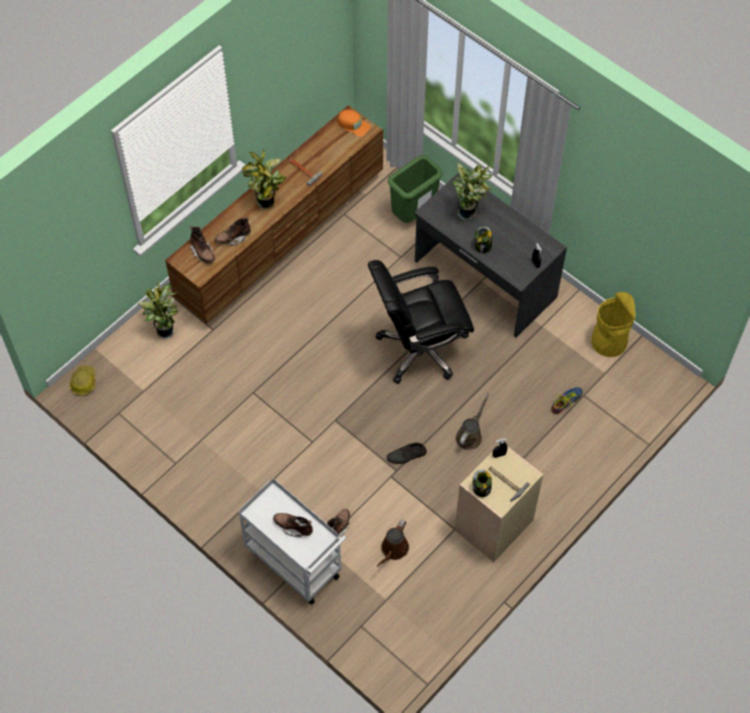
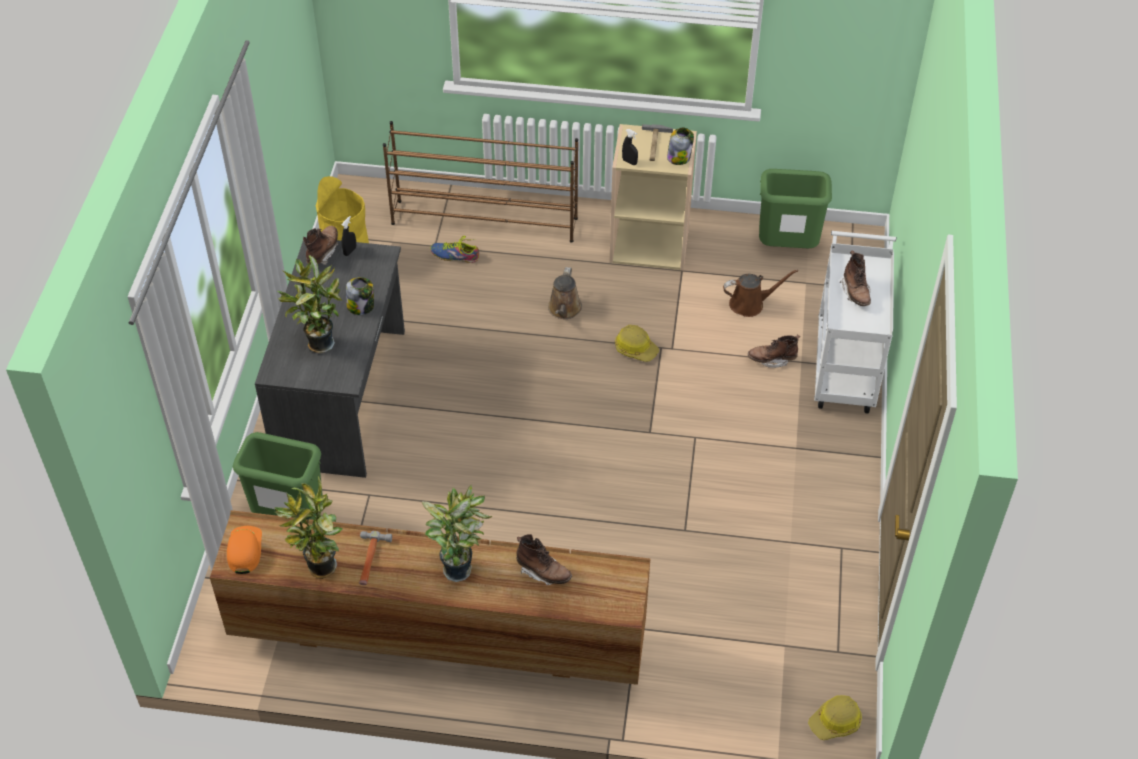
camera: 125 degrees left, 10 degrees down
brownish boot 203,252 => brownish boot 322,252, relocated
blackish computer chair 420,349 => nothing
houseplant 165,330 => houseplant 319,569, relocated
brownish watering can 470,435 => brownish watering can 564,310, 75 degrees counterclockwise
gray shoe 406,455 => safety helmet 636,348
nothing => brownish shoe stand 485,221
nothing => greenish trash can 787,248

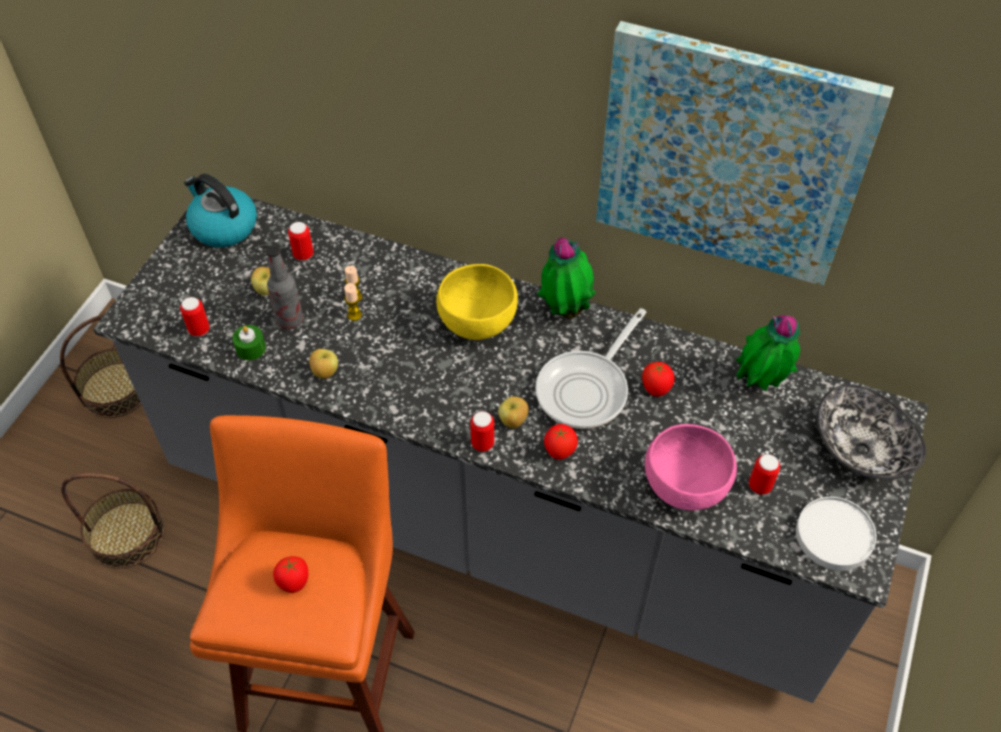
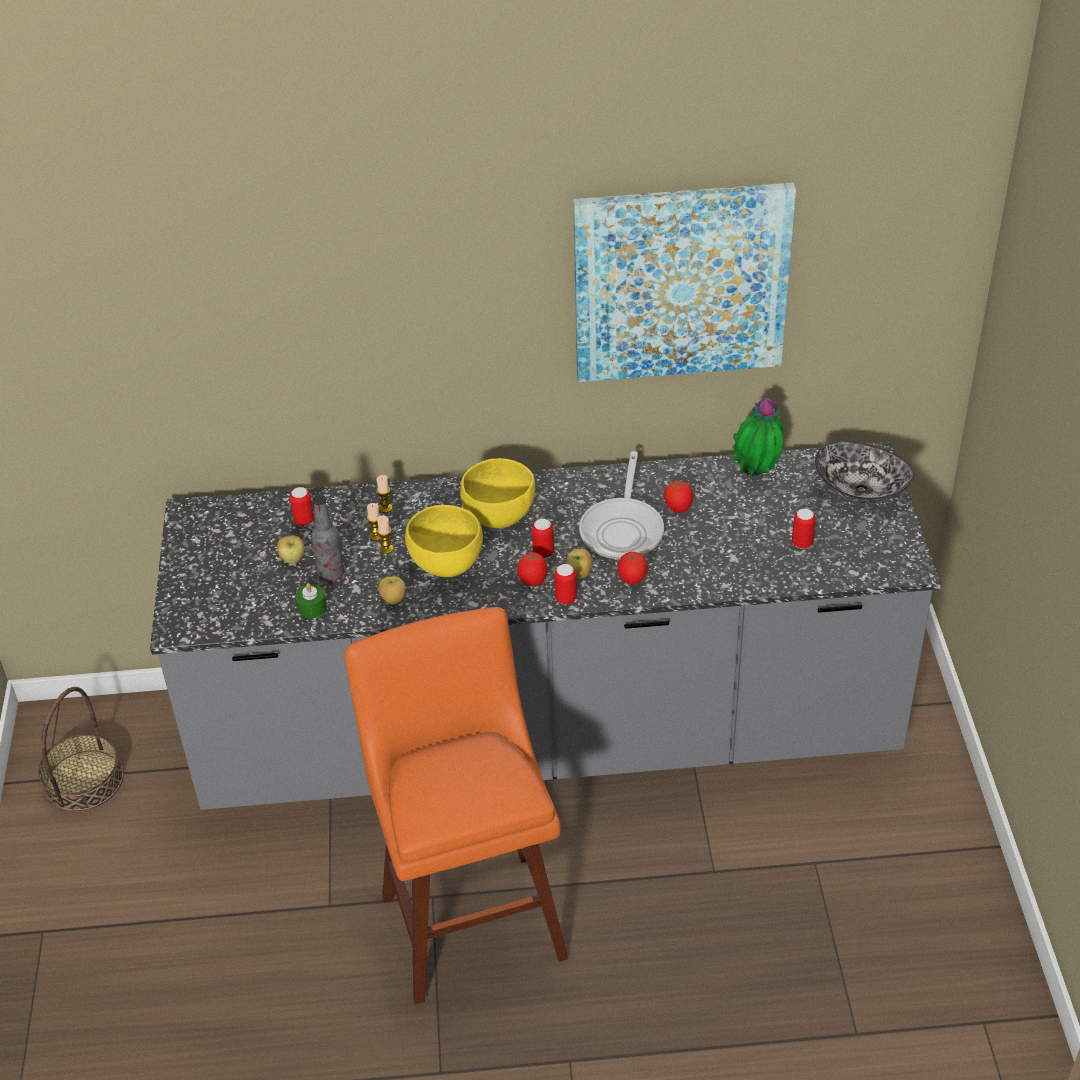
camera: 25 degrees left, 10 degrees down
water kettle 223,227 => nothing
houseplant 565,310 => nothing
metal can 199,330 => metal can 543,553, relocated
pink bowl 685,488 => nothing
household basket 126,534 => nothing
whitish flat dish 833,535 => nothing
fresh tomato 294,583 => fresh tomato 533,582, relocated
nothing => candle 385,508
nothing => yellowish bowl 447,565

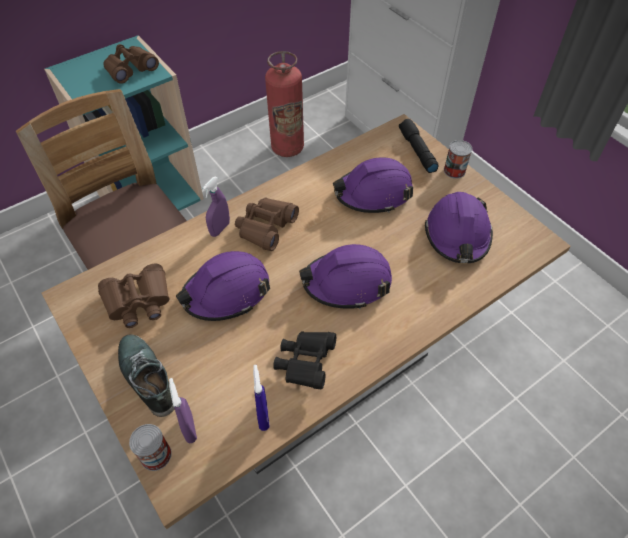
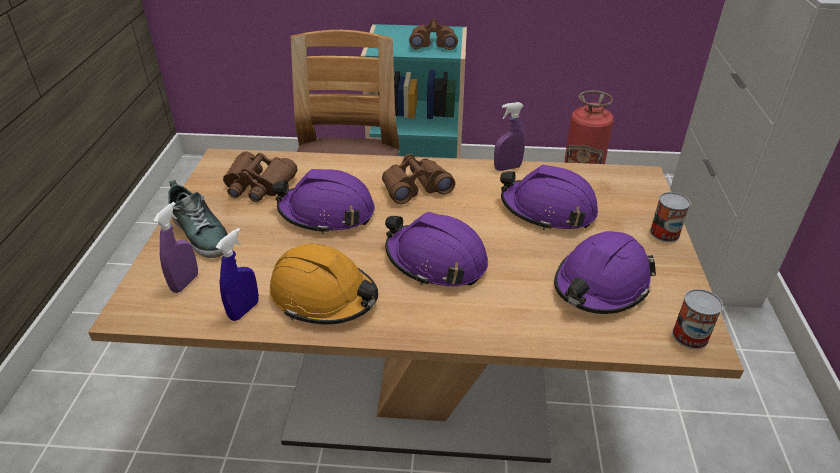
camera: 40 degrees right, 15 degrees down
blackish torch 416,151 => nothing
purplish sprayer 220,229 => purplish sprayer 507,168, relocated
blackish binoculars 305,363 => orange safety helmet 324,296
shoe 146,377 => shoe 201,233, 135 degrees clockwise
metal can 155,455 => metal can 690,336, relocated

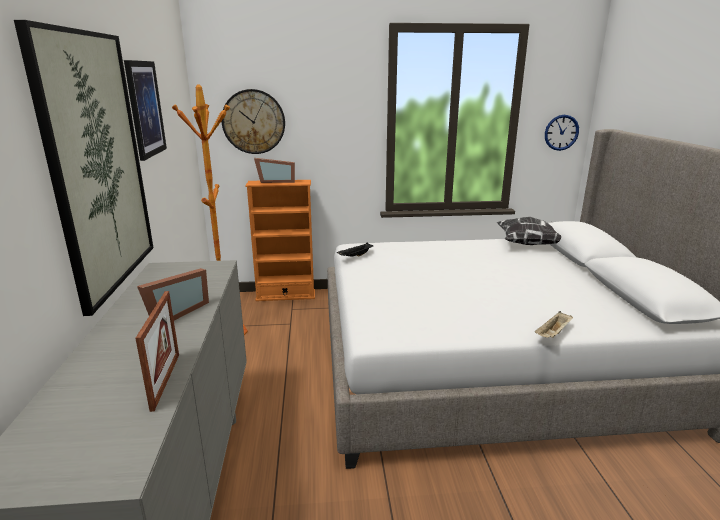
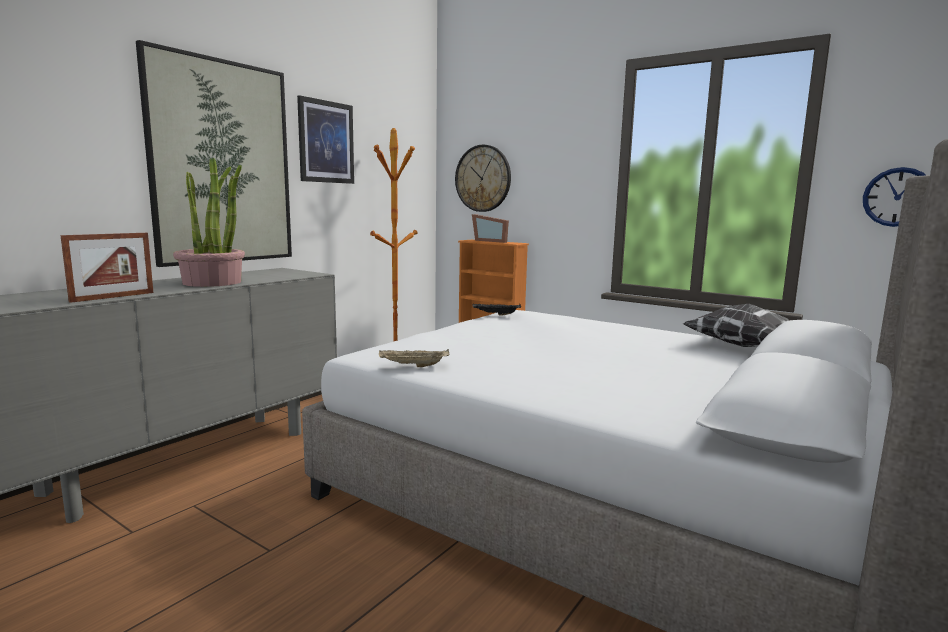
camera: 40 degrees right, 10 degrees down
photo frame 174,313 => houseplant 212,282
beige-coloured serving tray 553,334 => beige-coloured serving tray 413,366, relocated

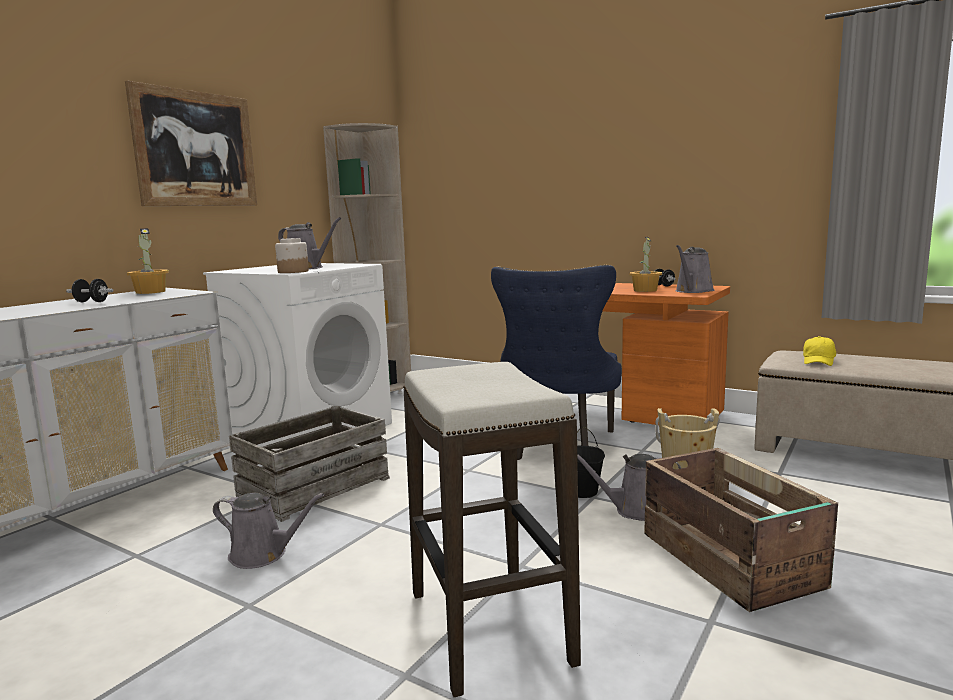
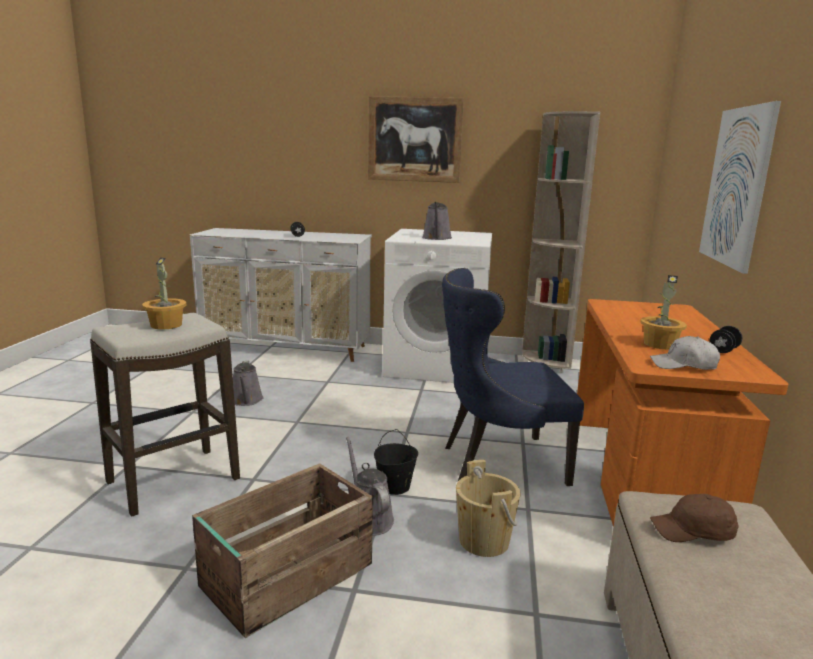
camera: 65 degrees right, 5 degrees up
houseplant 150,292 => houseplant 166,325, relocated
preserve jar 293,272 => nothing
gray watering can 693,291 => whitish cap 683,365
yellowish cap 818,361 => brownish cap 693,532
crate 314,487 => nothing
nothing => wall art 736,187

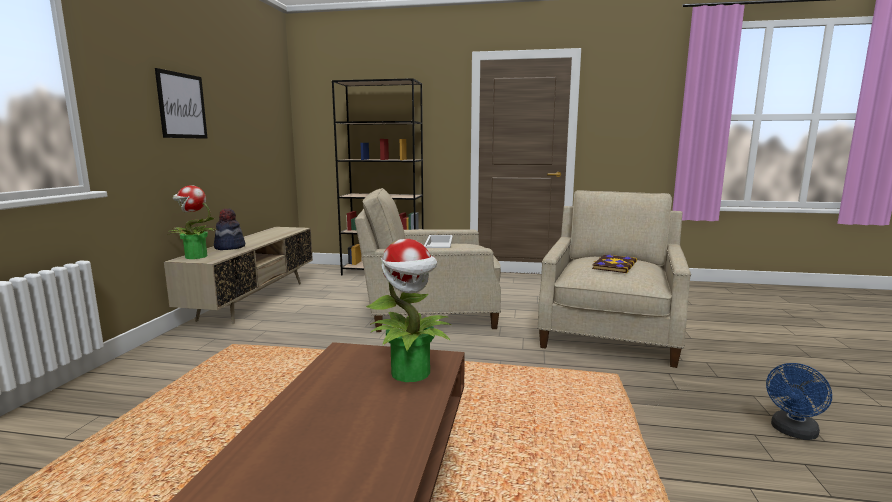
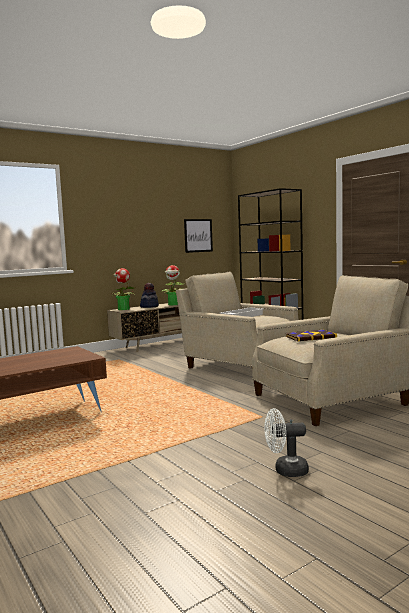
camera: 45 degrees right, 5 degrees down
wall art 182,106 => wall art 198,235, relocated
houseplant 412,373 => houseplant 173,304, relocated
blue cooling fan 793,432 => whitish cooling fan 285,470

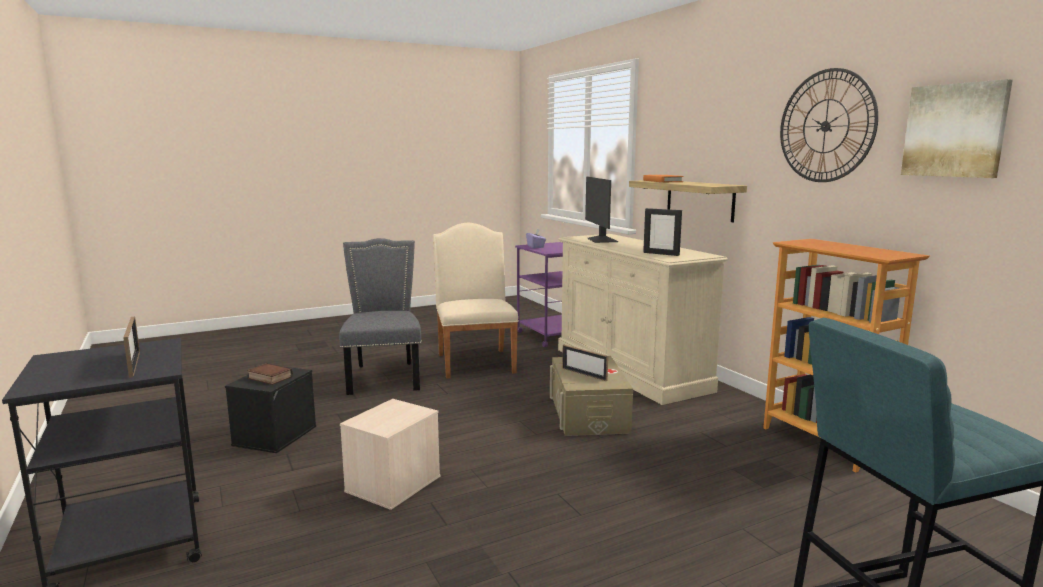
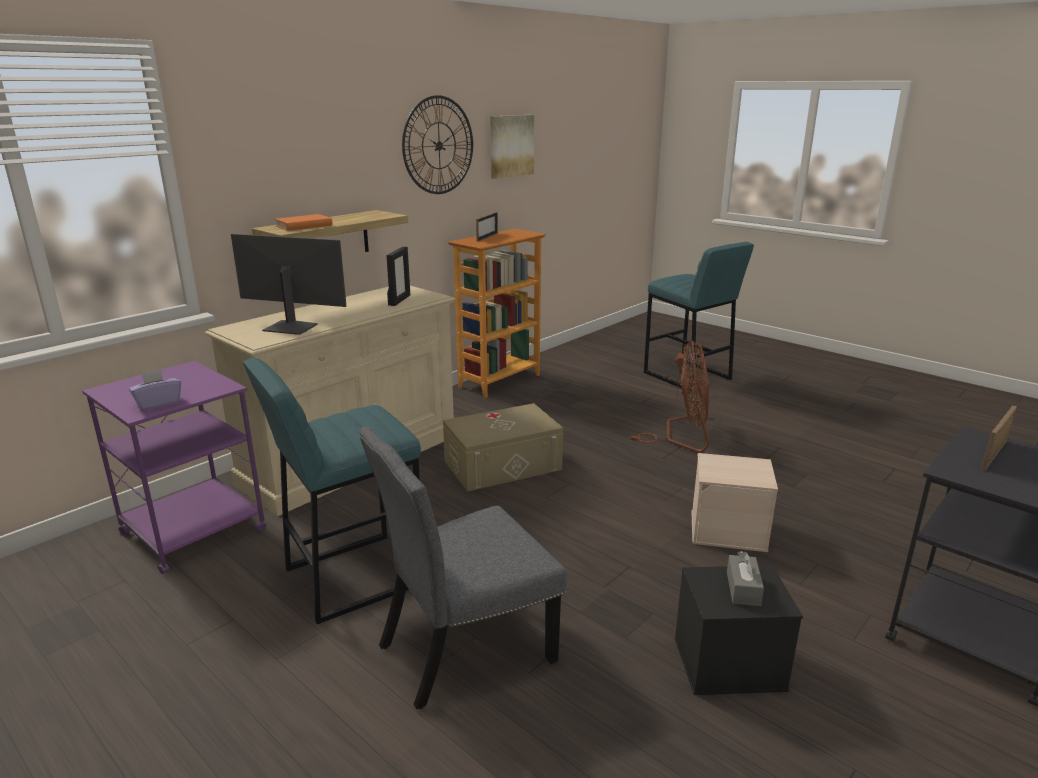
camera: 110 degrees left, 10 degrees up
computer screen 601,240 => computer screen 291,327, 135 degrees counterclockwise
beige-coloured upright chair 475,361 => blue-green stool seat 350,577
photo frame 584,374 => photo frame 487,237, relocated
volume 268,378 => gray tissue holder 743,589
nothing => brownish cooling fan 680,434

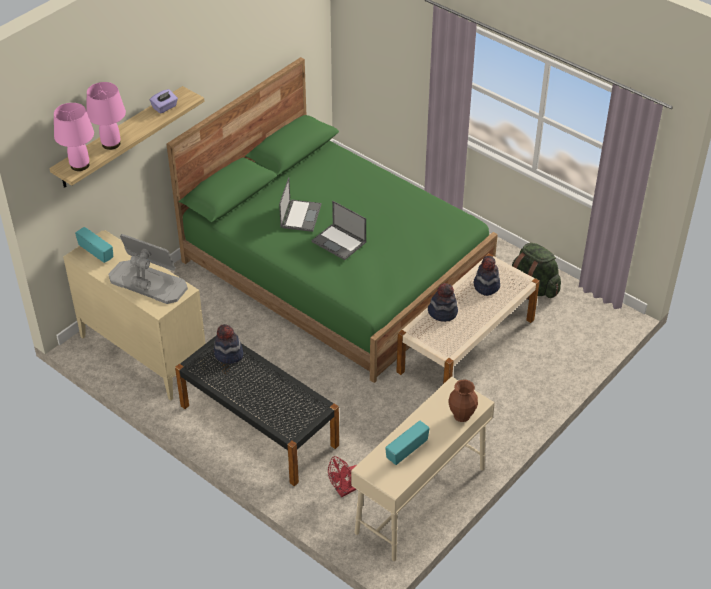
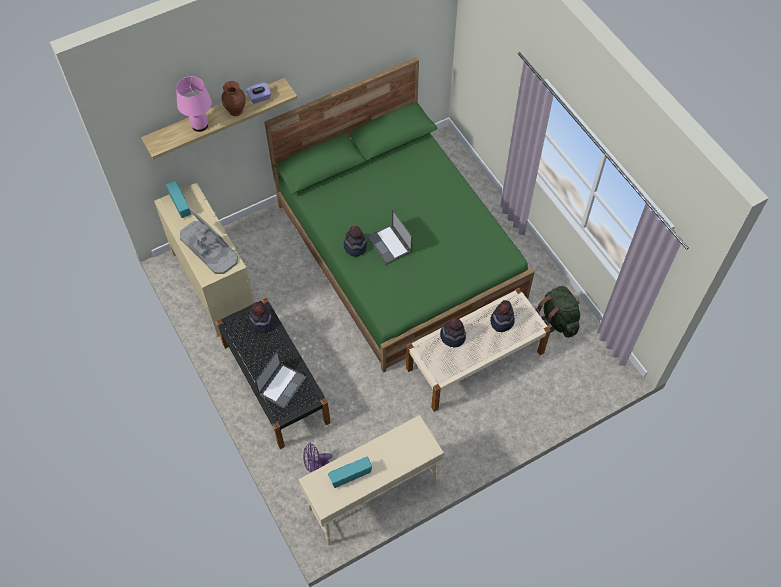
camera: 20 degrees right, 15 degrees up
pink lamp for a table 80,165 => nothing
laptop 300,215 => laptop 282,385, relocated
brownish flower vase 461,415 => brownish flower vase 235,110, relocated
reddish cooling fan 344,491 => purplish cooling fan 316,466
nothing => wearable hat 355,246

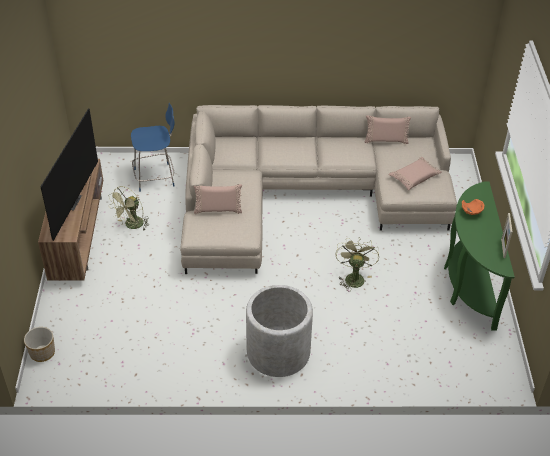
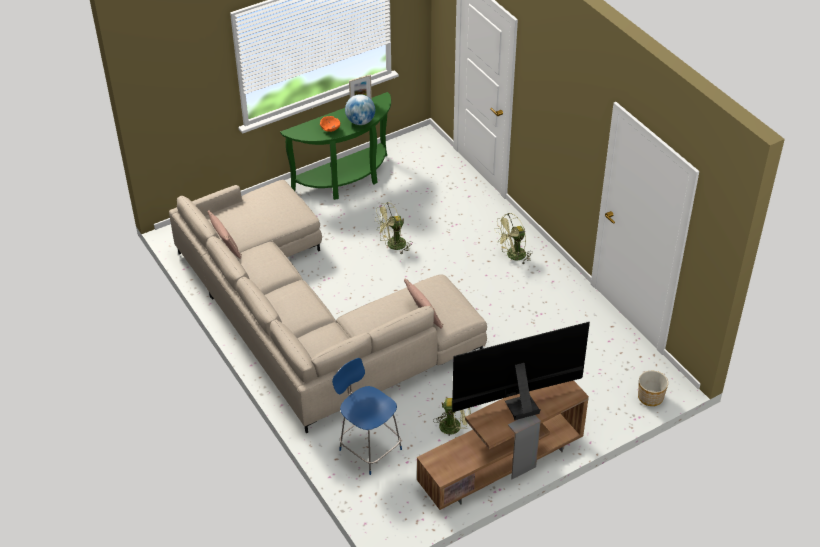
camera: 120 degrees left, 0 degrees up
beige-coloured pillow 414,176 => nothing
gray planter 278,352 => greenish cooling fan 513,256
nothing => world globe 360,122

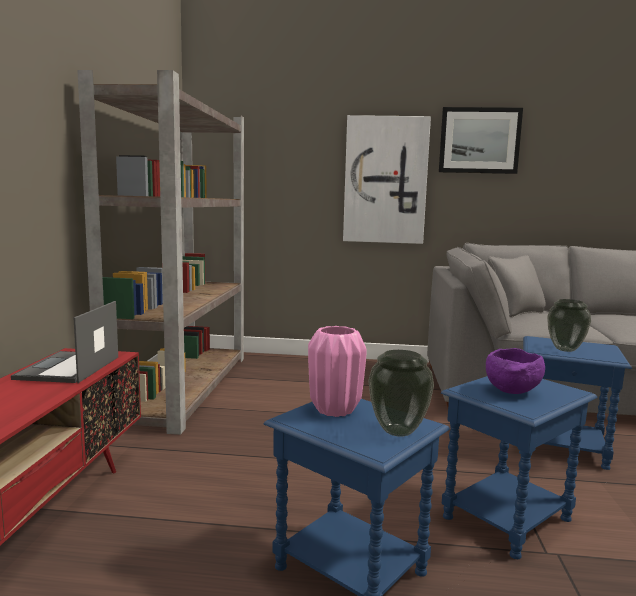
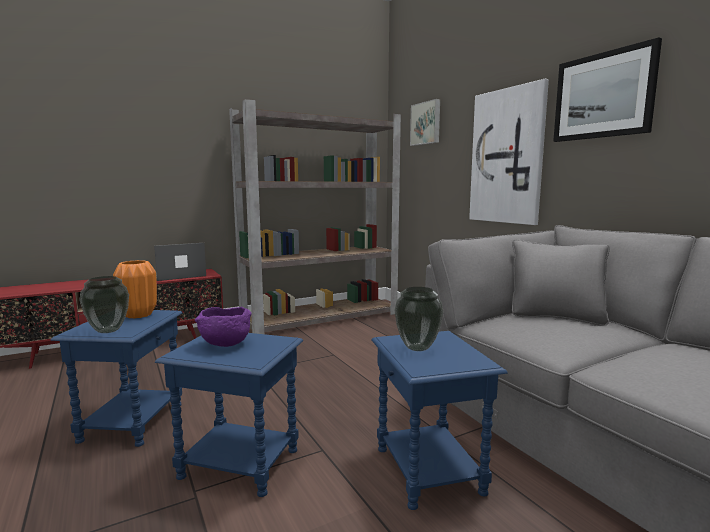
camera: 55 degrees right, 0 degrees up
pink flower vase 335,410 => orange flower vase 138,315
nothing => wall art 426,123

